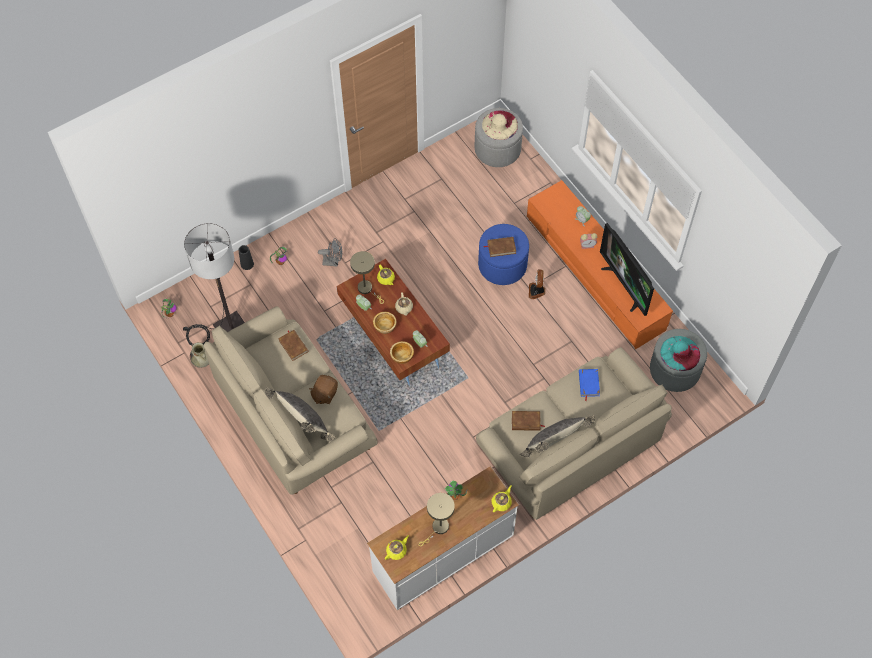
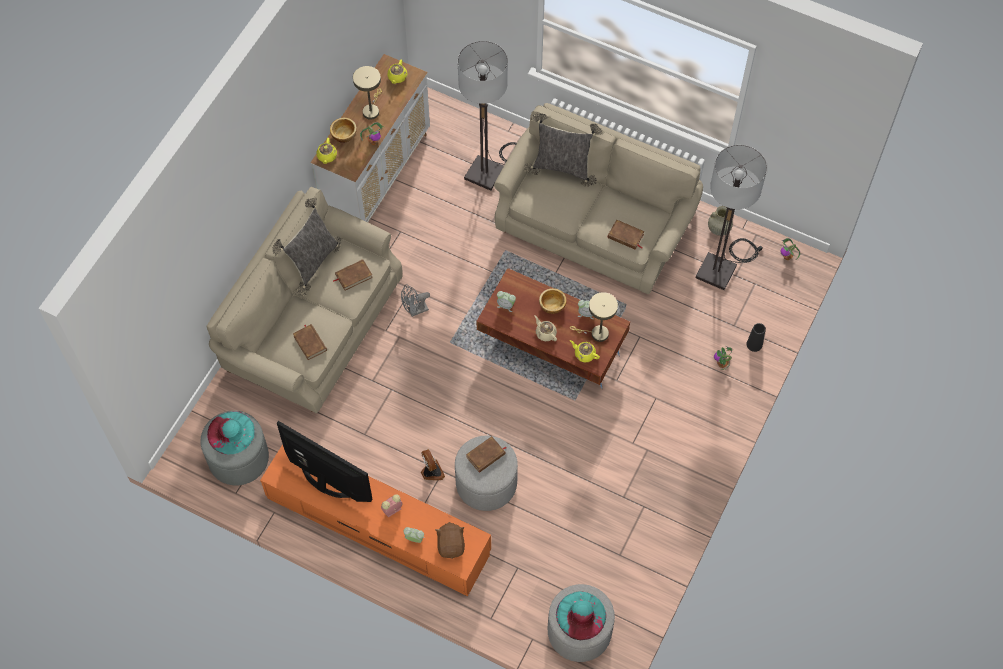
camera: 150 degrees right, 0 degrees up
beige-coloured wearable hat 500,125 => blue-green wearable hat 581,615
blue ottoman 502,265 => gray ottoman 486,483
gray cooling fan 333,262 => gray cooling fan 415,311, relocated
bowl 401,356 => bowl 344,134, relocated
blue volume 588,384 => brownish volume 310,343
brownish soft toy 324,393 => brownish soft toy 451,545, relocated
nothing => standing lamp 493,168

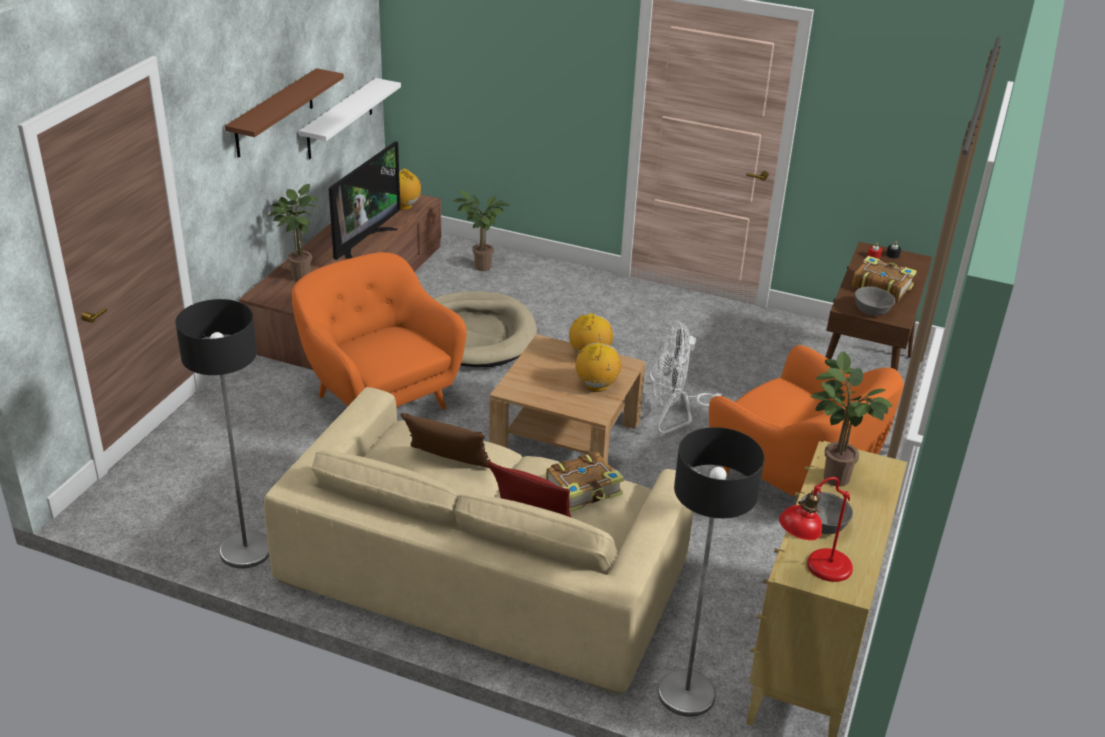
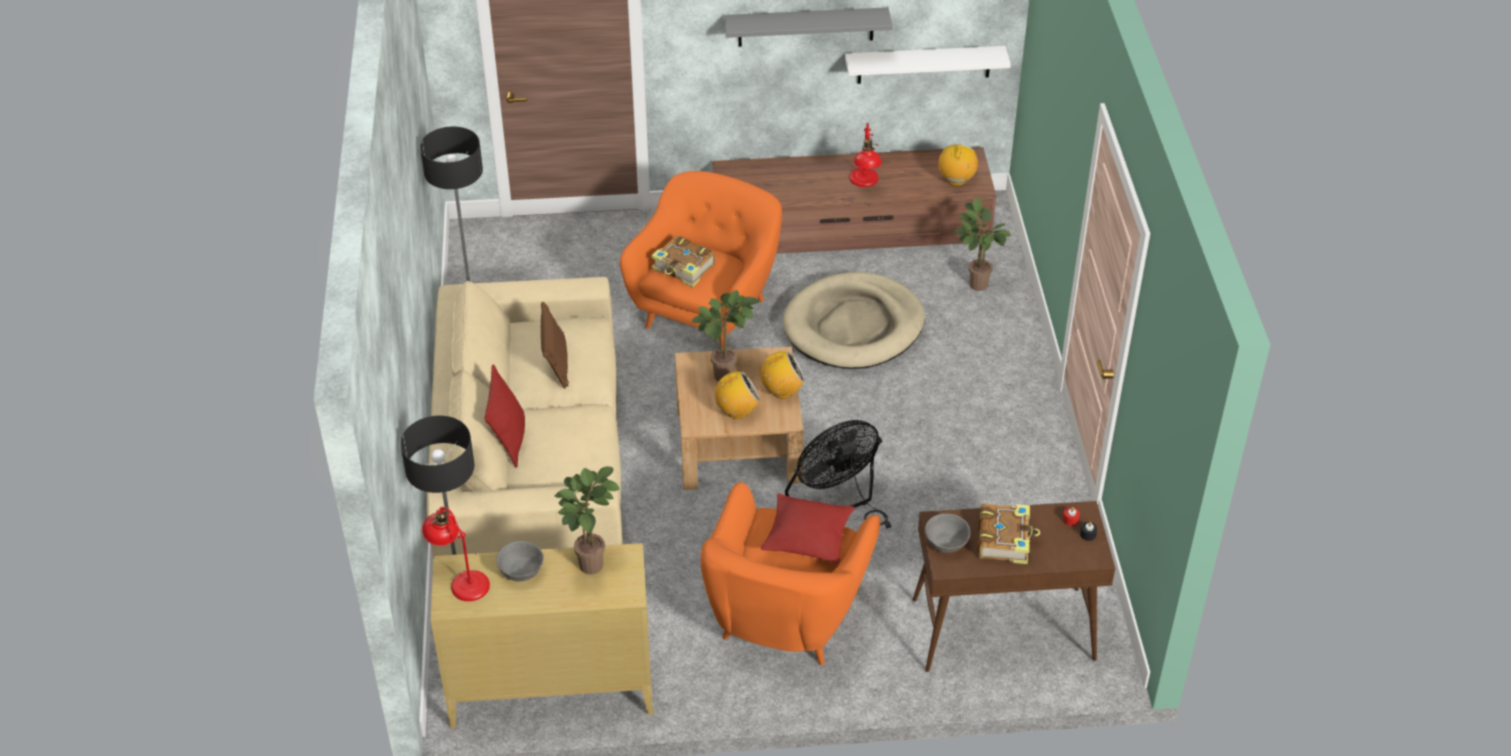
camera: 65 degrees right, 10 degrees up
brownish shelf 274,113 => gray shelf 806,27
TV set 364,243 => reddish lamp for a table 865,186
houseplant 300,275 => houseplant 725,373, relocated
whitish cooling fan 675,407 => blackish cooling fan 844,500
volume 584,490 => volume 684,268, relocated
nothing => reddish pillow 807,536

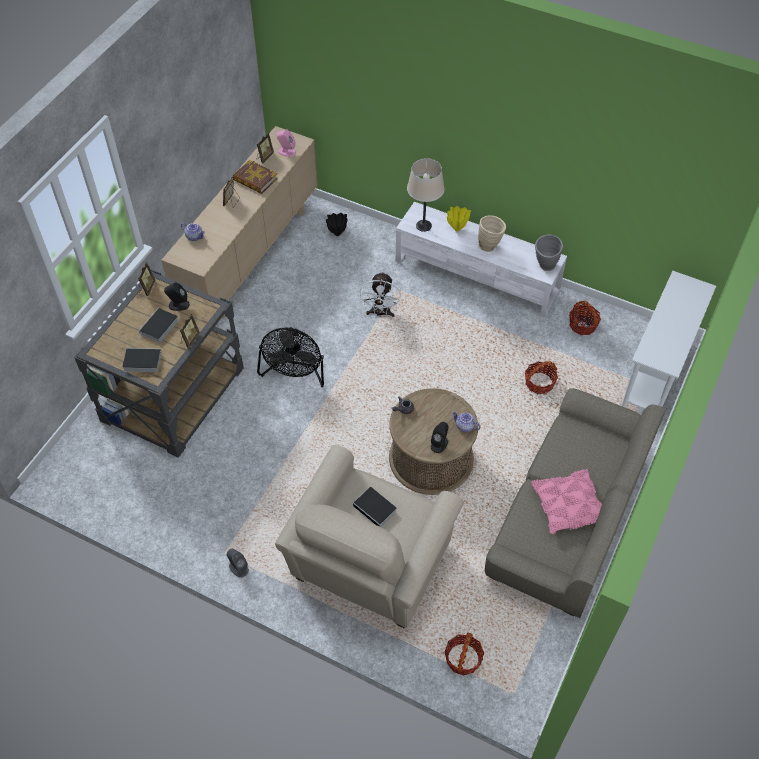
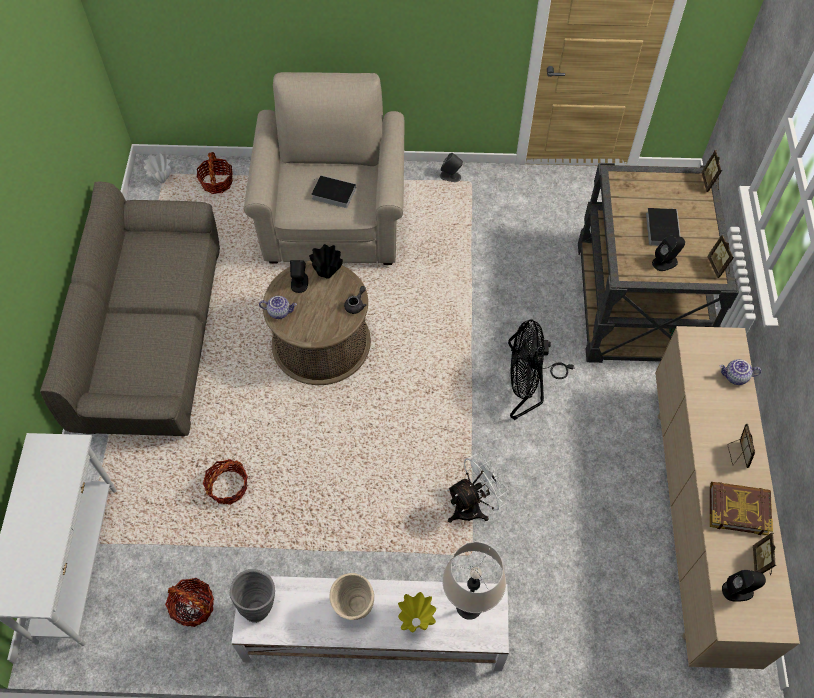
camera: 155 degrees right, 5 degrees up
pink loudspeaker 286,151 => blackish loudspeaker 738,590
blackish flower vase 337,234 => blackish flower vase 328,275, relocated
whitish cooling fan 380,313 => whitish cooling fan 473,506, 75 degrees clockwise
photo frame 189,339 => photo frame 709,183, relocated
blackish cooling fan 293,370 => blackish cooling fan 529,381, 75 degrees counterclockwise
volume 141,362 => nothing
pink pillow 568,506 => nothing
nothing => whitish flower vase 163,180

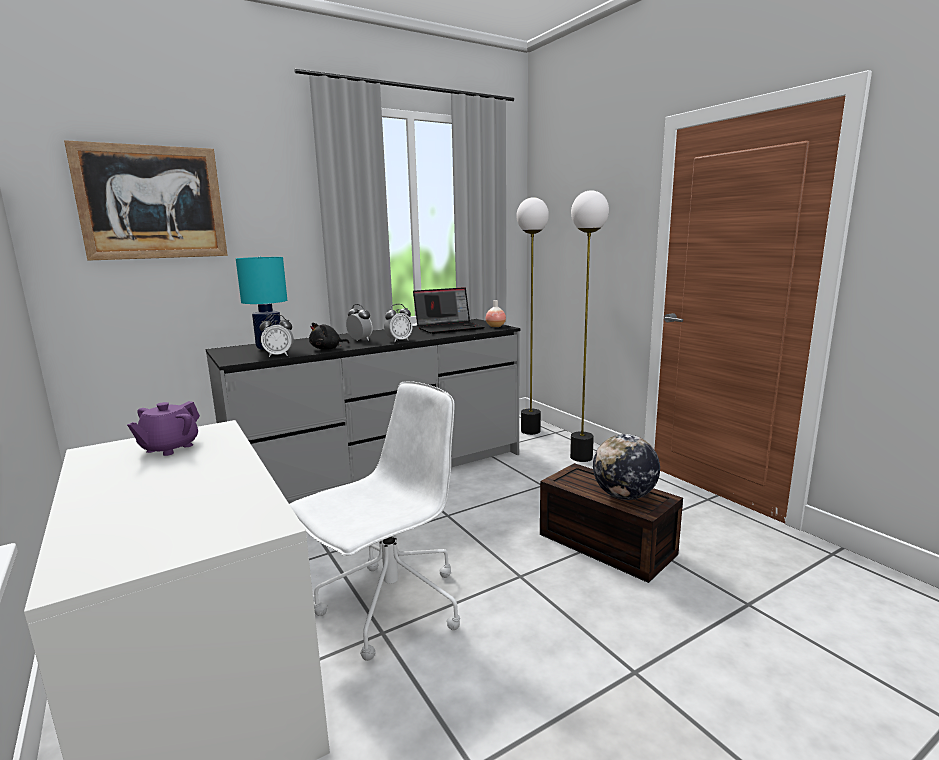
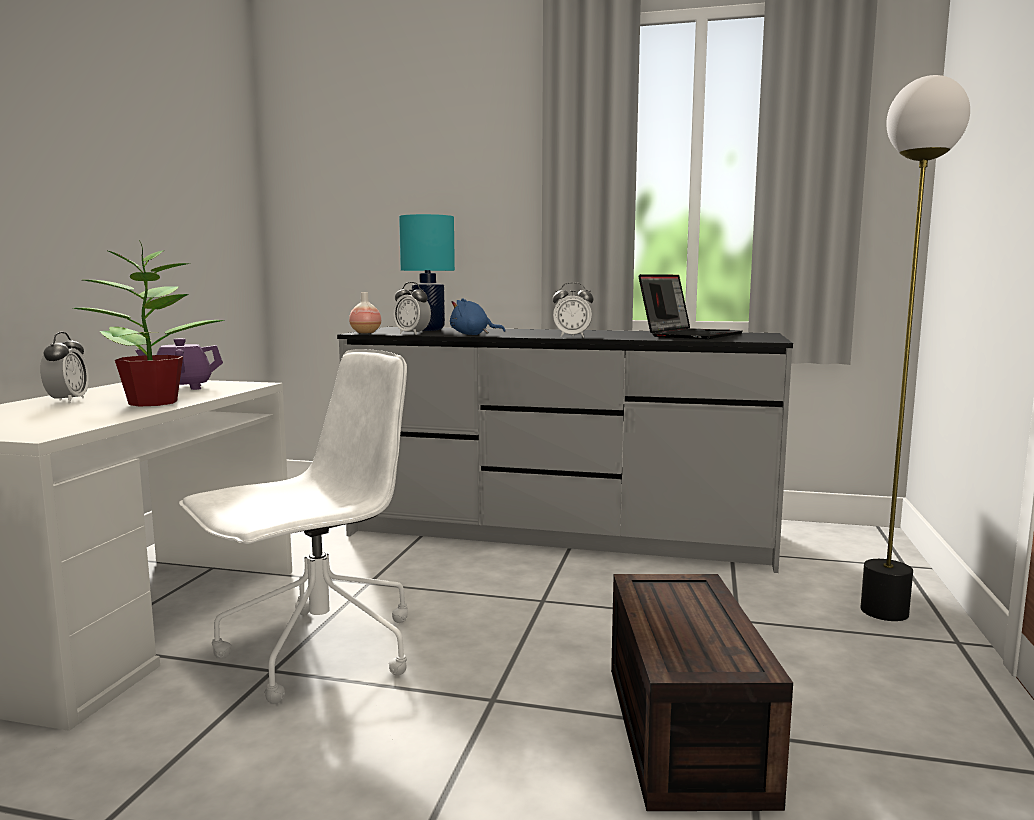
camera: 45 degrees right, 5 degrees down
wall art 152,203 => nothing
standing lamp 530,431 => nothing
laptop 449,328 => laptop 690,335, 75 degrees counterclockwise
flower vase 495,326 => flower vase 365,333, relocated
table clock 360,340 => table clock 68,400, relocated
blackish soft toy 327,349 => blue soft toy 472,334
whitish computer chair 387,610 => whitish computer chair 312,654, 45 degrees counterclockwise
world globe 624,496 => nothing
nothing => houseplant 151,403

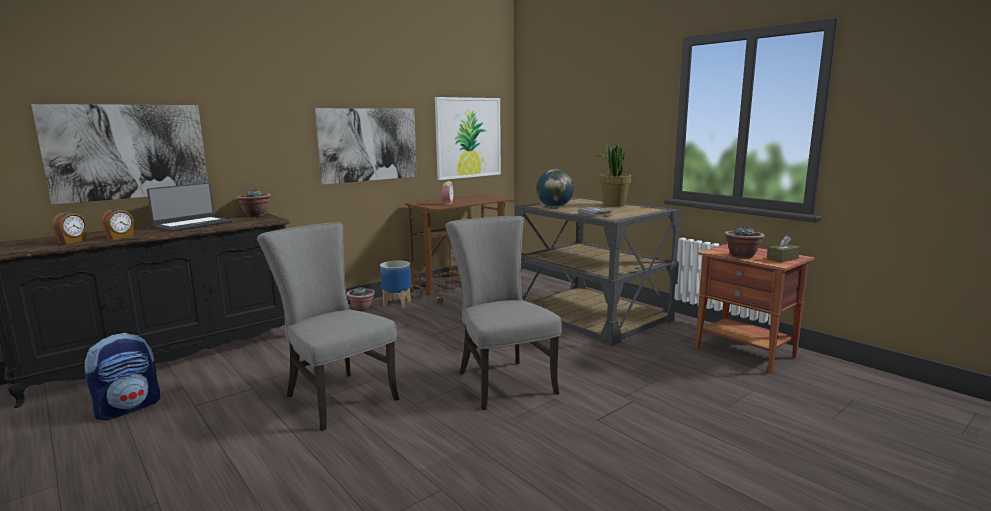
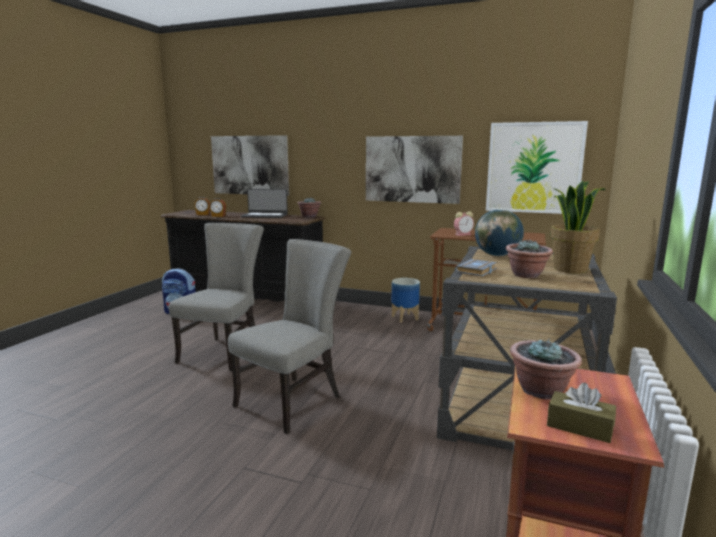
camera: 60 degrees right, 0 degrees up
houseplant 362,309 => houseplant 526,275, relocated

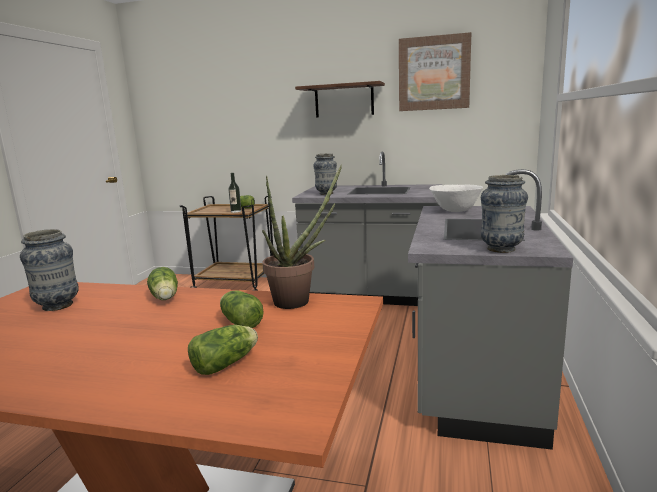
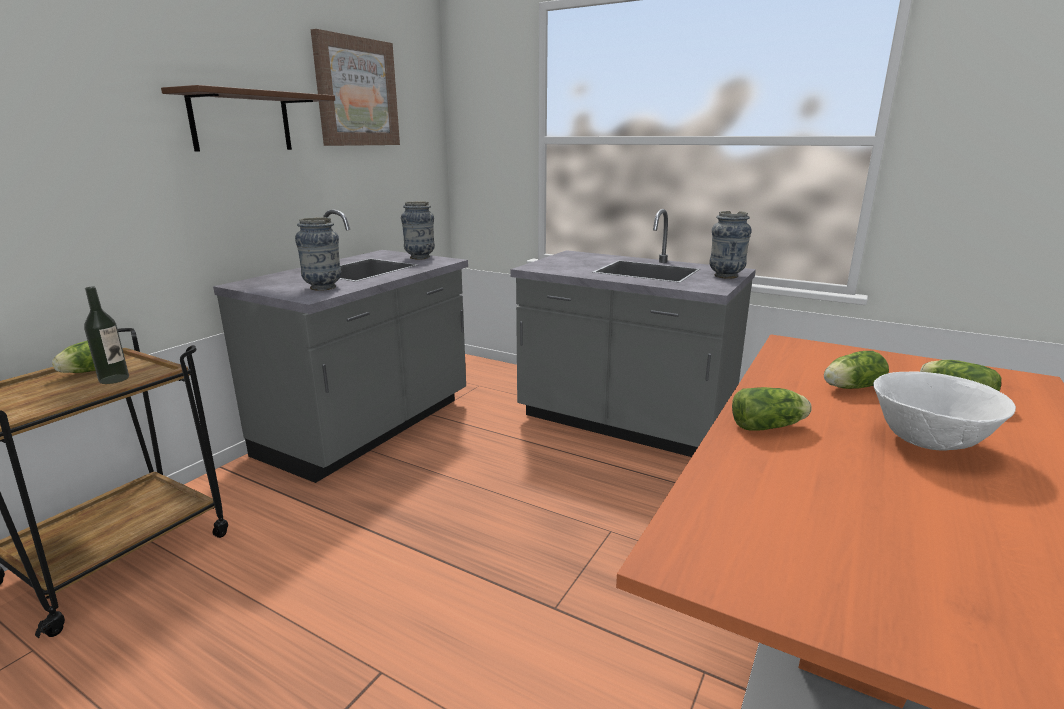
camera: 75 degrees left, 5 degrees up
houseplant 299,300 => nothing
whitish bowl 455,211 => whitish bowl 928,443, relocated
flower vase 57,306 => flower vase 420,257, relocated

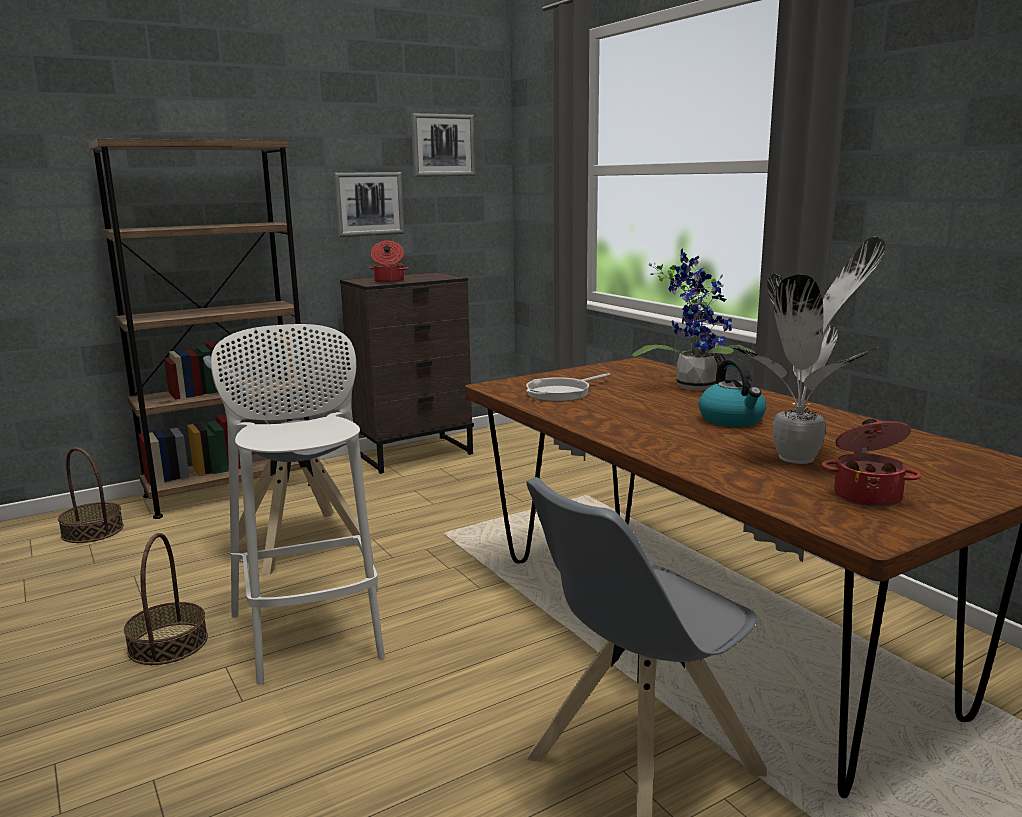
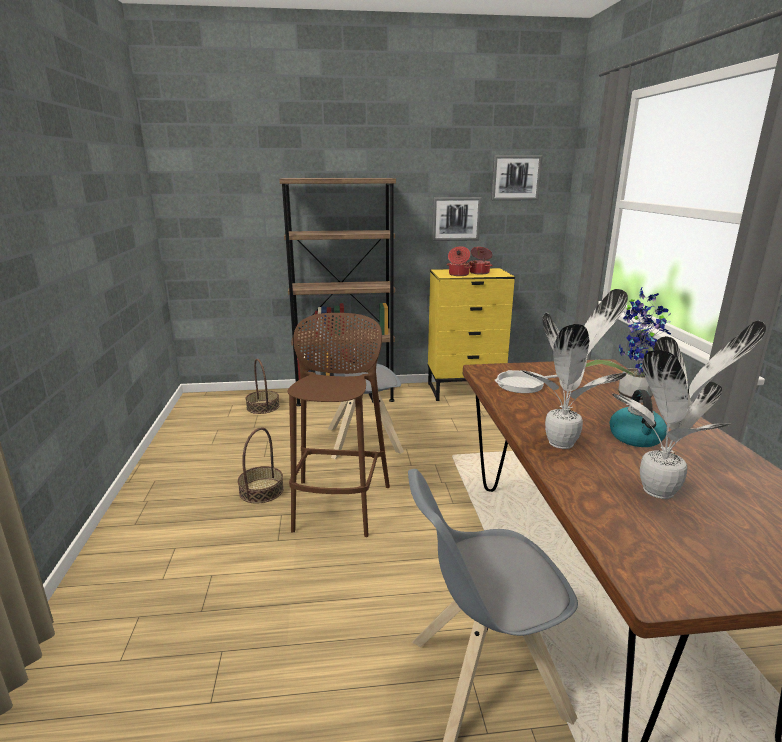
camera: 25 degrees right, 5 degrees up
brownish dresser 414,454 => yellowish dresser 465,390
whitish stool seat 313,631 => brownish stool seat 338,505
saucepot 867,496 => saucepot 479,272, relocated
nothing => houseplant 563,443

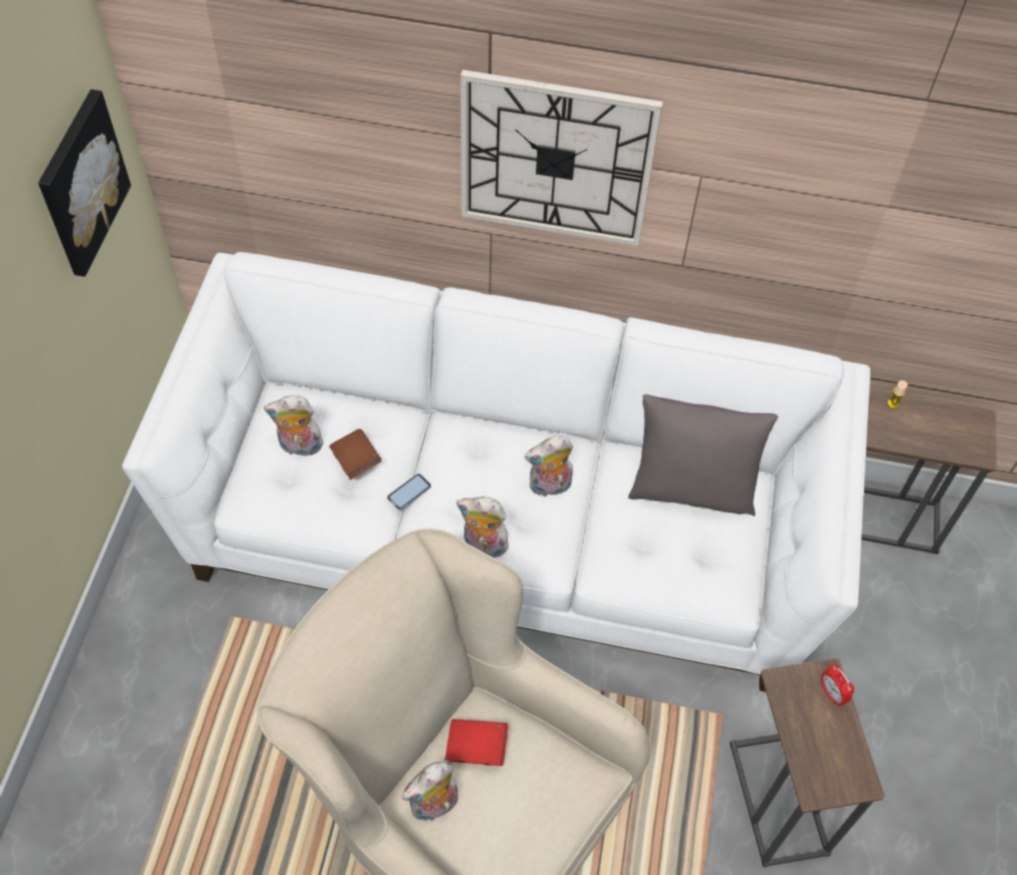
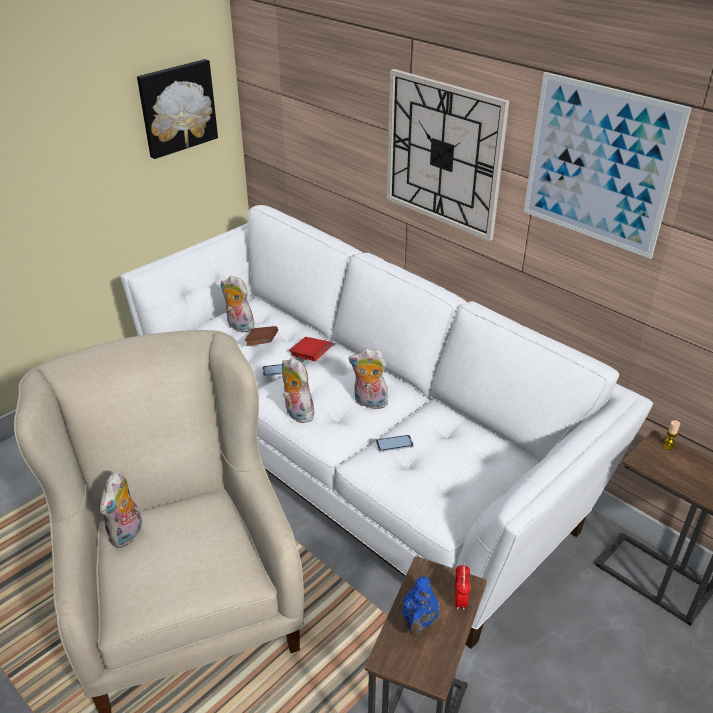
camera: 35 degrees right, 20 degrees down
gray pillow 691,489 => nothing
reddish volume 476,748 => reddish volume 310,356, relocated
soft toy 434,806 => soft toy 128,535, 75 degrees counterclockwise
nothing => wall art 598,165
nothing => handset 394,444
nothing => blue teapot 419,619

